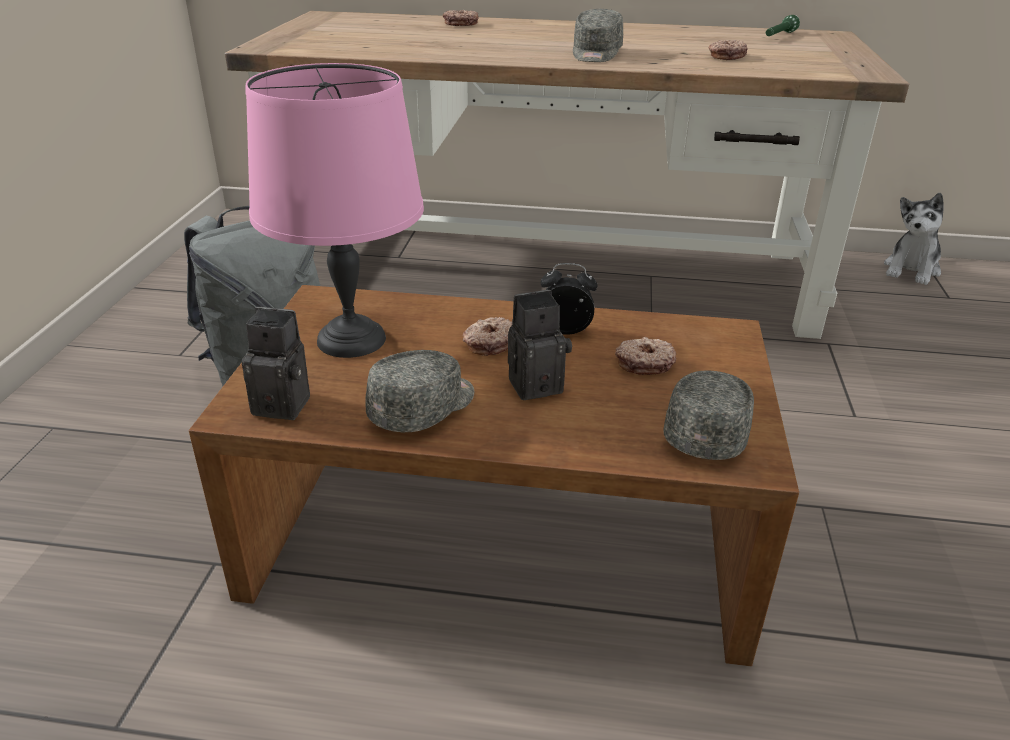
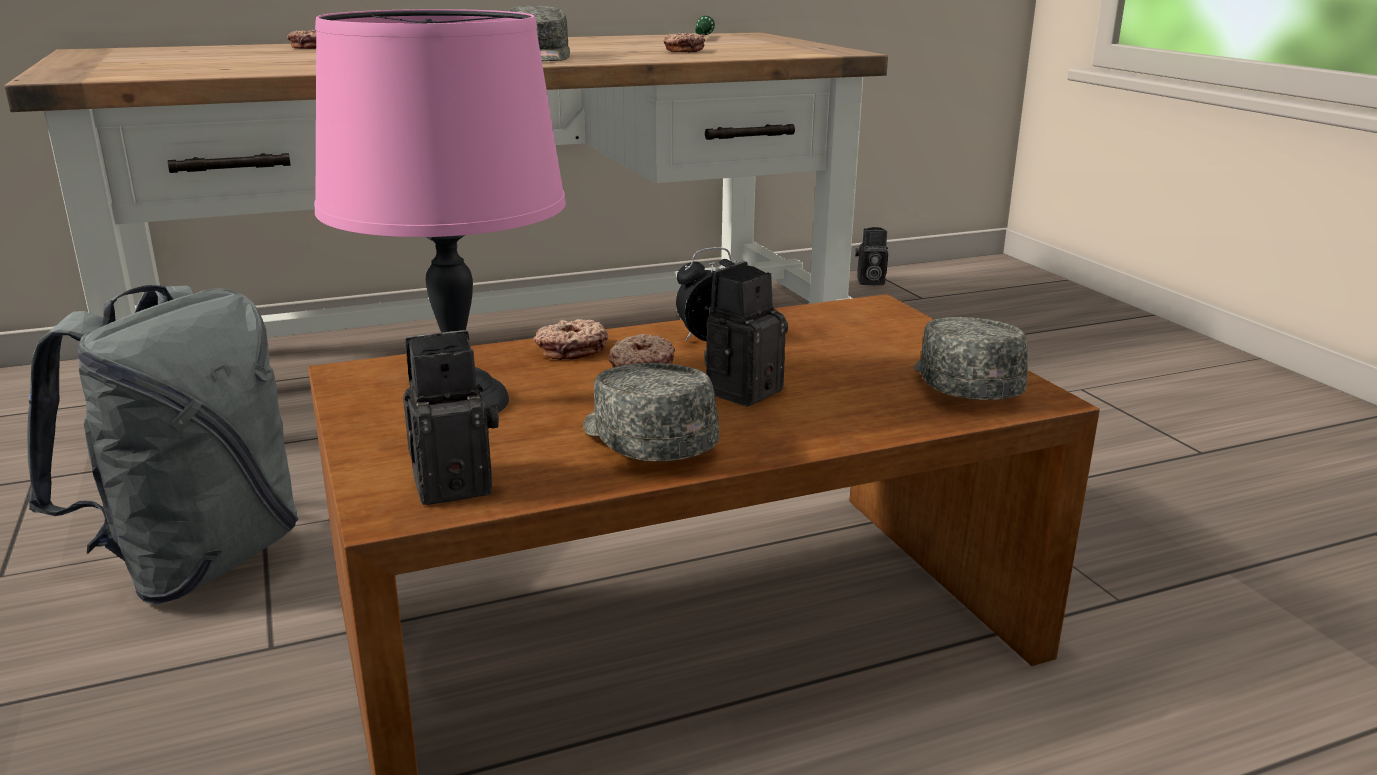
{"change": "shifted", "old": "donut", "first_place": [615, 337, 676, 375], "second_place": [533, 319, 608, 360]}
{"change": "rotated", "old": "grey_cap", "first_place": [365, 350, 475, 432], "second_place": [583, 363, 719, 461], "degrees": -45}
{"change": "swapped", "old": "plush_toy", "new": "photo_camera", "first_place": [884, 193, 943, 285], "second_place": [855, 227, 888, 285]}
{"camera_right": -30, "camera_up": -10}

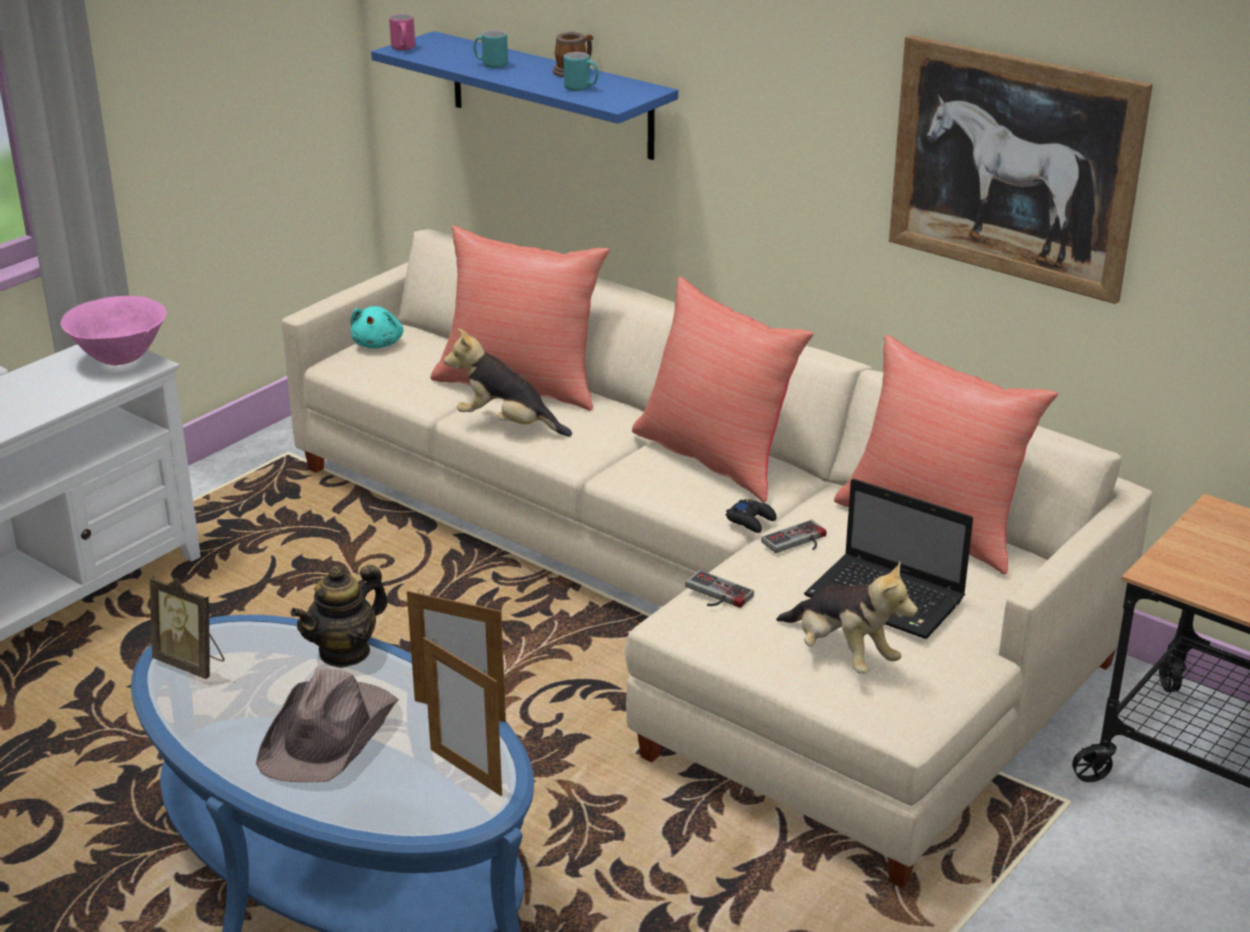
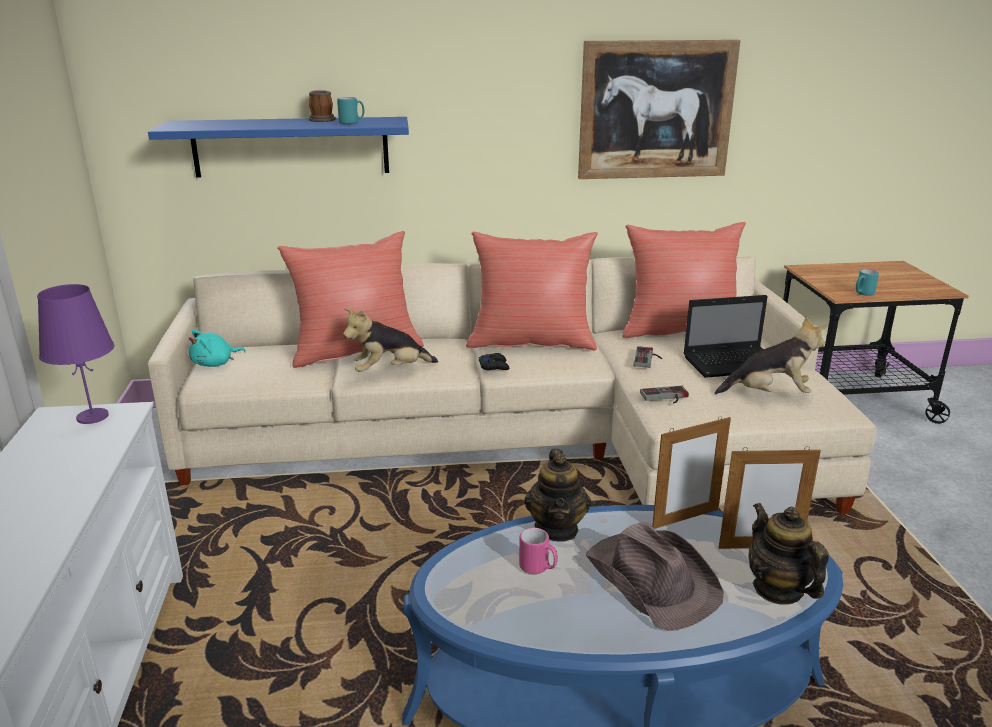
{"change": "swapped", "old": "pink_bowl", "new": "purple_table_lamp", "first_place": [61, 296, 167, 365], "second_place": [37, 284, 114, 424]}
{"change": "rotated", "old": "turquoise_plush_toy", "first_place": [350, 306, 403, 349], "second_place": [189, 330, 246, 367], "degrees": 90}
{"change": "shifted", "old": "black_game_controller", "first_place": [726, 499, 777, 533], "second_place": [479, 353, 509, 370]}
{"change": "shifted", "old": "pink_mug", "first_place": [389, 14, 415, 50], "second_place": [519, 528, 558, 574]}
{"change": "new", "new": "teapot", "second_place": [748, 503, 829, 605]}
{"change": "shifted", "old": "turquoise_mug", "first_place": [473, 31, 508, 68], "second_place": [856, 269, 879, 296]}
{"change": "gone", "old": "picture_frame", "first_place": [150, 576, 224, 679]}
{"camera_right": -45, "camera_up": -5}

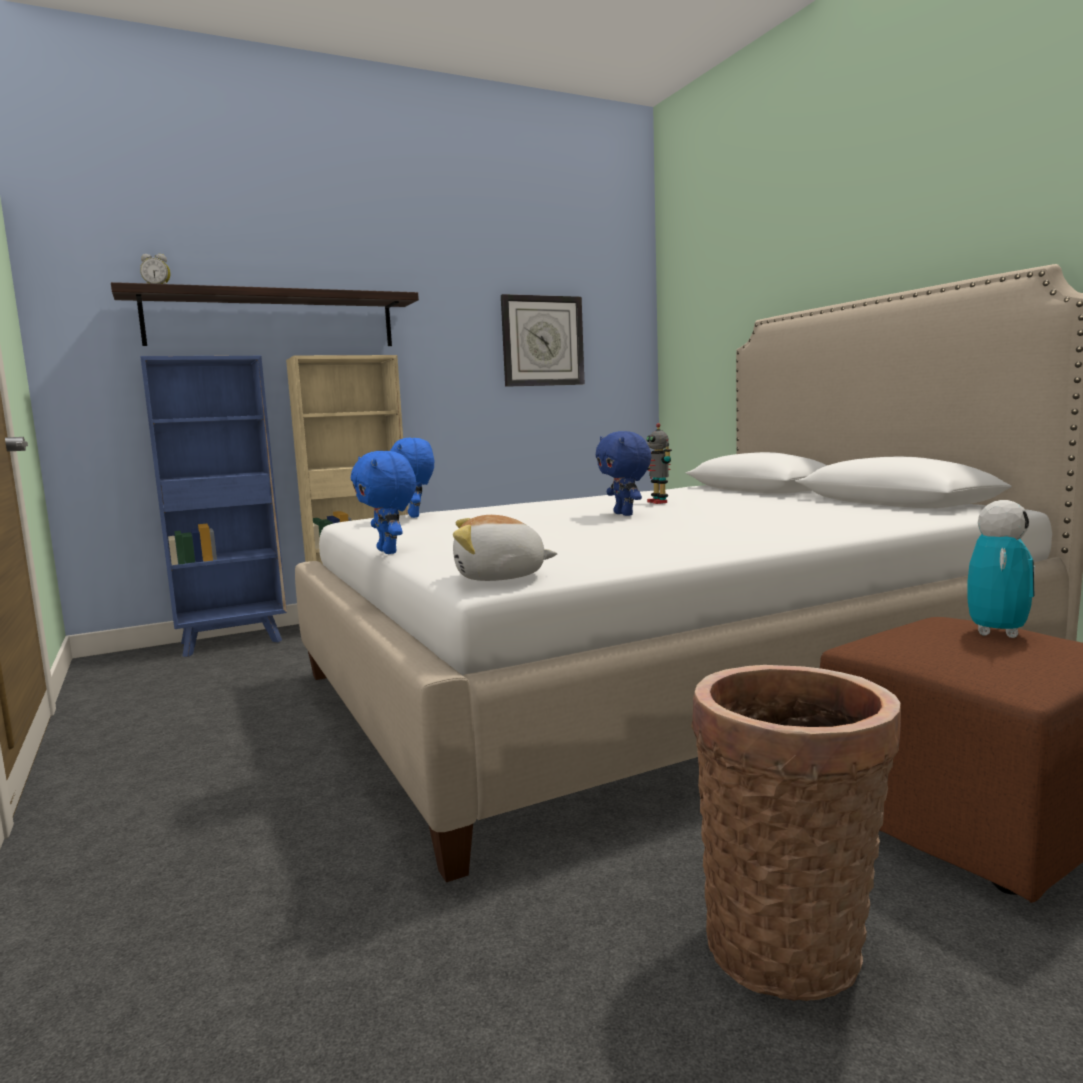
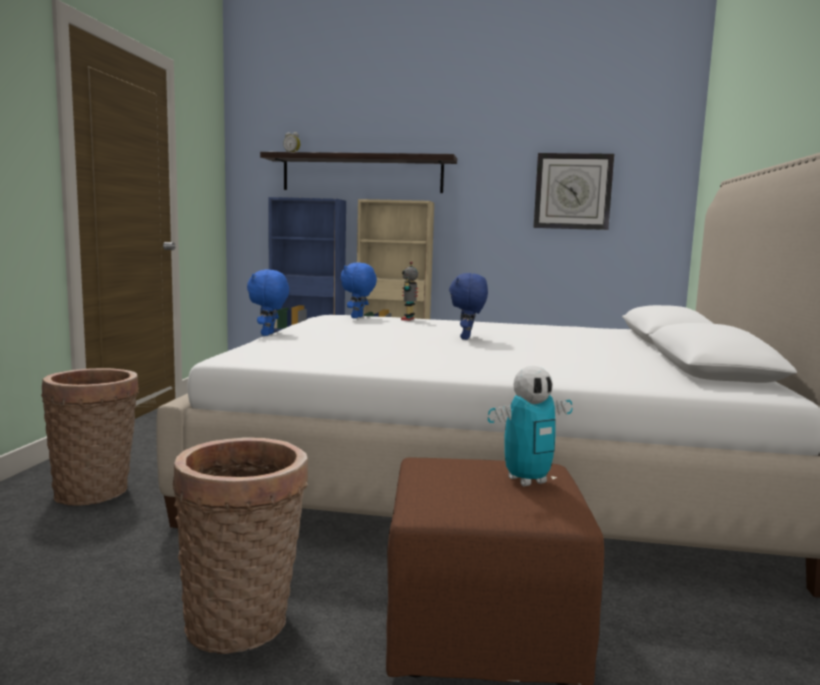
{"change": "new", "new": "basket", "second_place": [41, 368, 139, 506]}
{"change": "shifted", "old": "toy_robot", "first_place": [647, 423, 672, 504], "second_place": [401, 261, 418, 321]}
{"change": "gone", "old": "plush_toy", "first_place": [453, 515, 557, 581]}
{"camera_right": 35, "camera_up": 0}

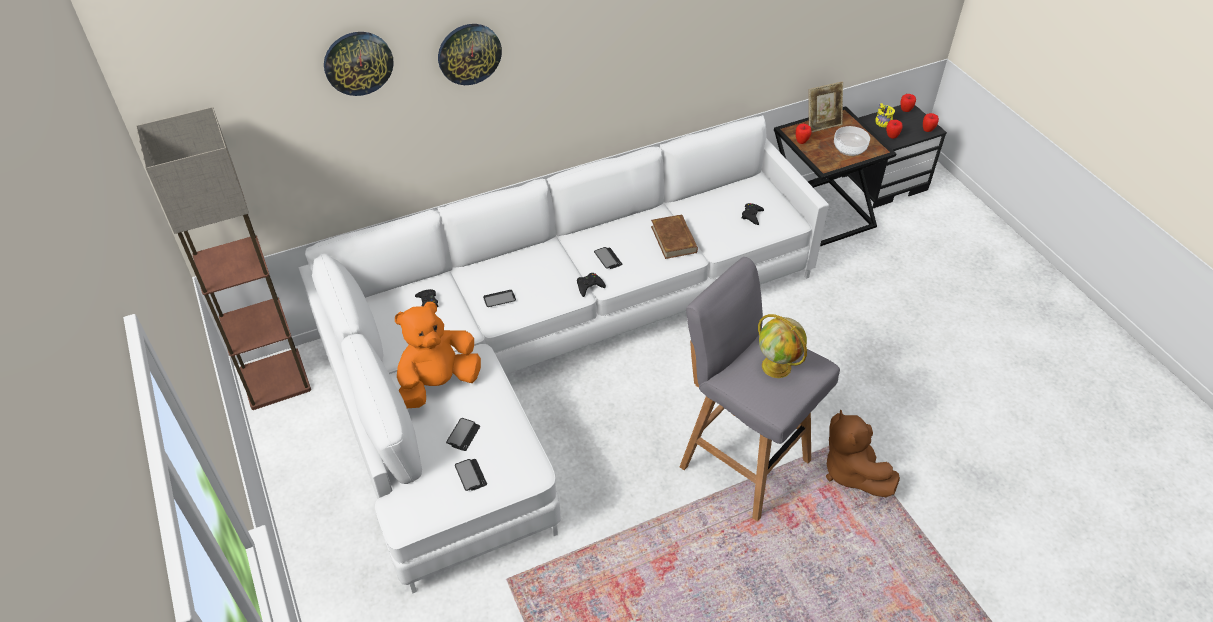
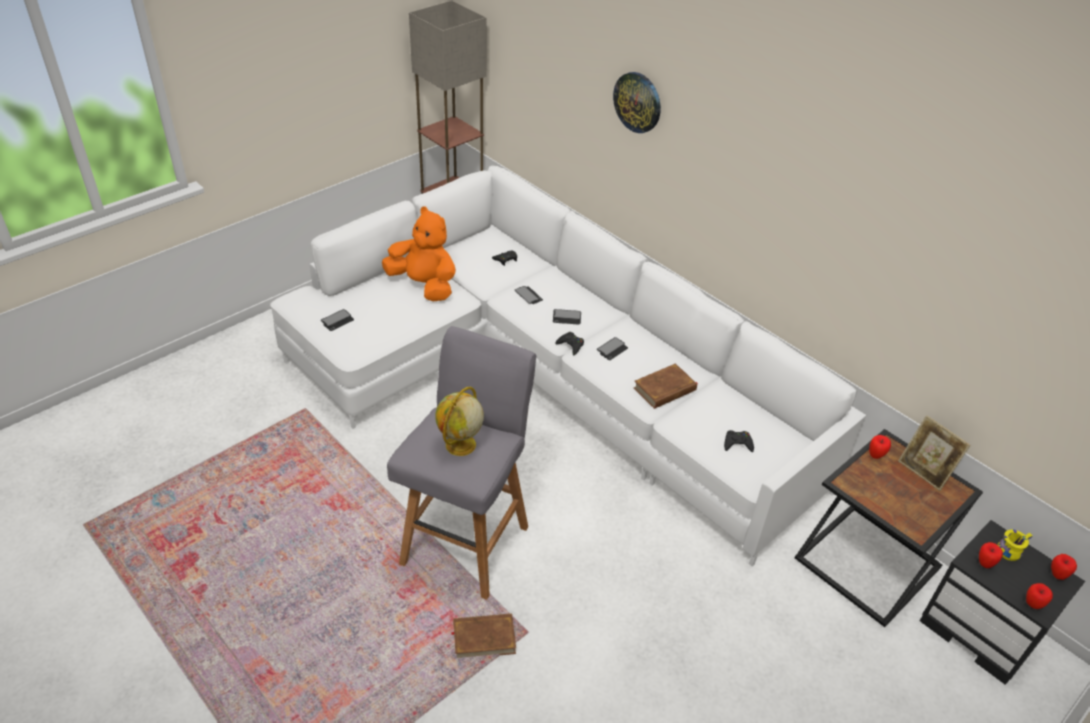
{"change": "swapped", "old": "brown_plush_toy", "new": "brown_book", "first_place": [826, 409, 900, 497], "second_place": [451, 613, 516, 658]}
{"change": "shifted", "old": "phone", "first_place": [446, 418, 480, 451], "second_place": [553, 309, 581, 325]}
{"change": "gone", "old": "wall_clock", "first_place": [324, 32, 394, 96]}
{"change": "gone", "old": "bowl", "first_place": [834, 126, 870, 156]}
{"camera_right": 70, "camera_up": -5}

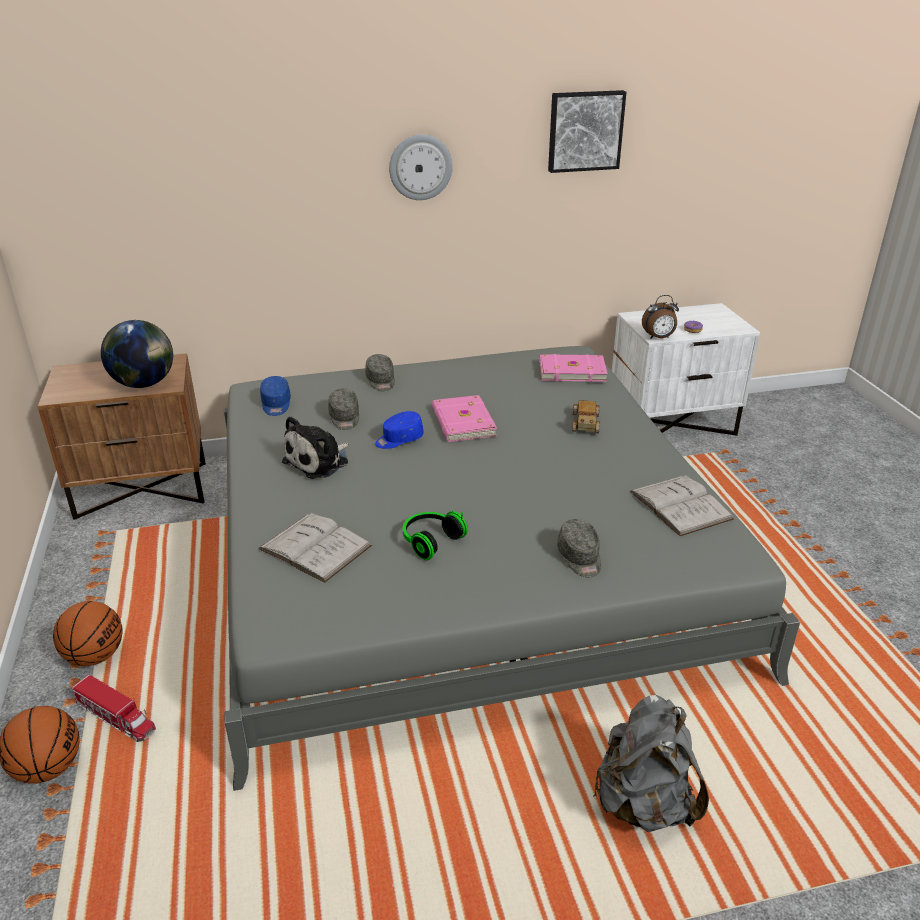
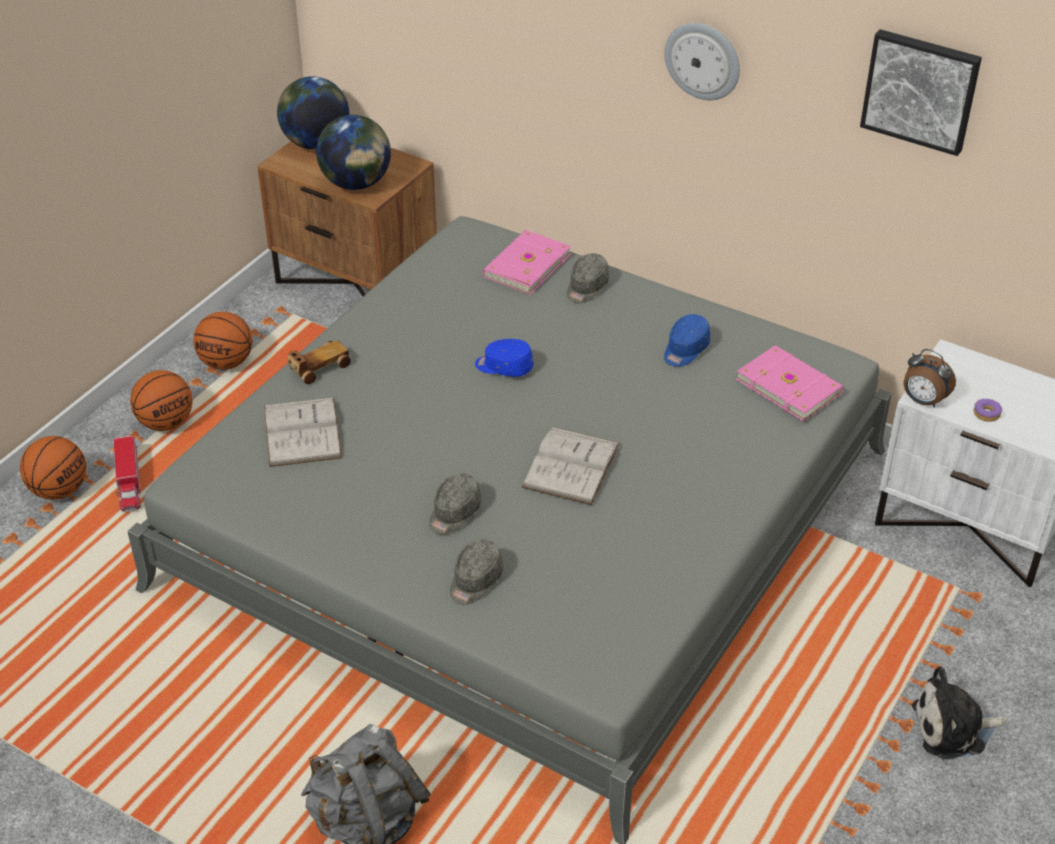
{"change": "new", "new": "basketball", "second_place": [193, 312, 252, 370]}
{"change": "new", "new": "globe", "second_place": [277, 76, 349, 149]}
{"change": "shifted", "old": "toy_car", "first_place": [572, 400, 600, 433], "second_place": [288, 340, 351, 384]}
{"change": "shifted", "old": "grey_cap", "first_place": [328, 389, 359, 430], "second_place": [429, 473, 482, 535]}
{"change": "shifted", "old": "pink_book", "first_place": [432, 395, 497, 442], "second_place": [482, 230, 571, 295]}
{"change": "shifted", "old": "white_book", "first_place": [630, 475, 734, 536], "second_place": [522, 427, 620, 505]}
{"change": "shifted", "old": "blue_cap", "first_place": [260, 376, 291, 416], "second_place": [664, 314, 710, 367]}
{"change": "shifted", "old": "plush_toy", "first_place": [282, 416, 349, 479], "second_place": [912, 666, 1006, 759]}
{"change": "gone", "old": "headphones", "first_place": [403, 511, 468, 560]}
{"camera_right": 45, "camera_up": 10}

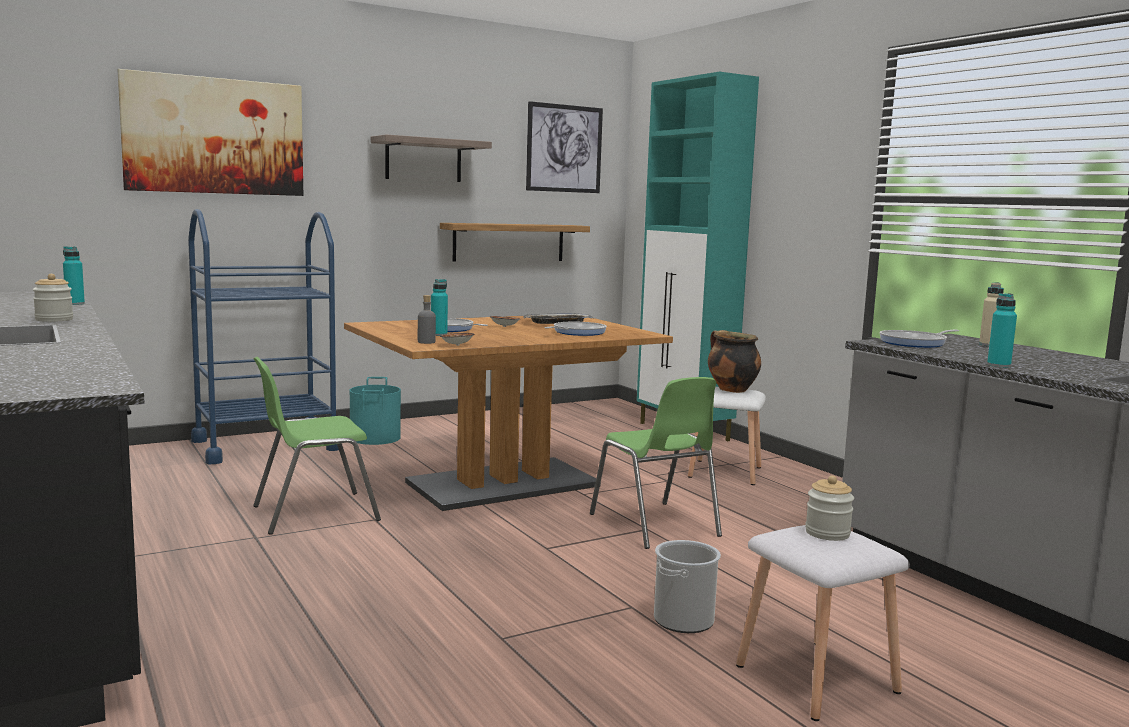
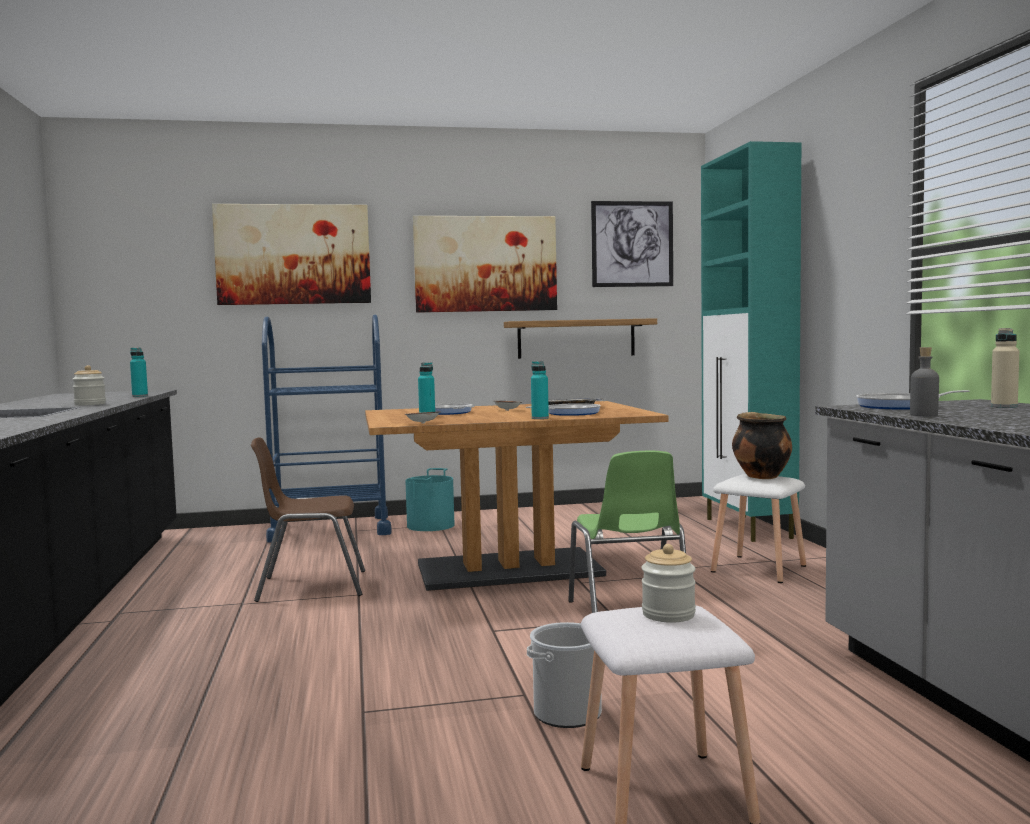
{"change": "repainted", "old": "green_chair", "new": "brown_chair", "first_place": [253, 357, 381, 535], "second_place": [251, 437, 365, 602]}
{"change": "swapped", "old": "shelf", "new": "picture", "first_place": [371, 134, 492, 182], "second_place": [413, 216, 557, 313]}
{"change": "shifted", "old": "turquoise_bottle", "first_place": [987, 293, 1017, 368], "second_place": [531, 361, 549, 419]}
{"change": "shifted", "old": "grey_bottle", "first_place": [418, 295, 436, 344], "second_place": [910, 347, 939, 416]}
{"camera_right": 20, "camera_up": -5}

